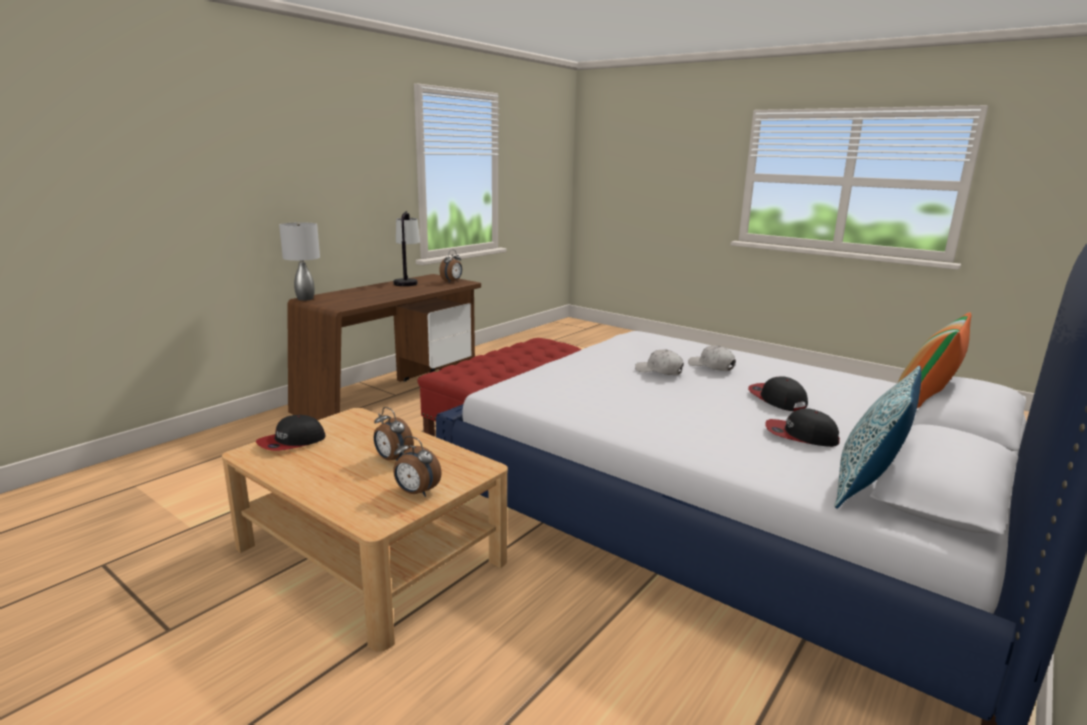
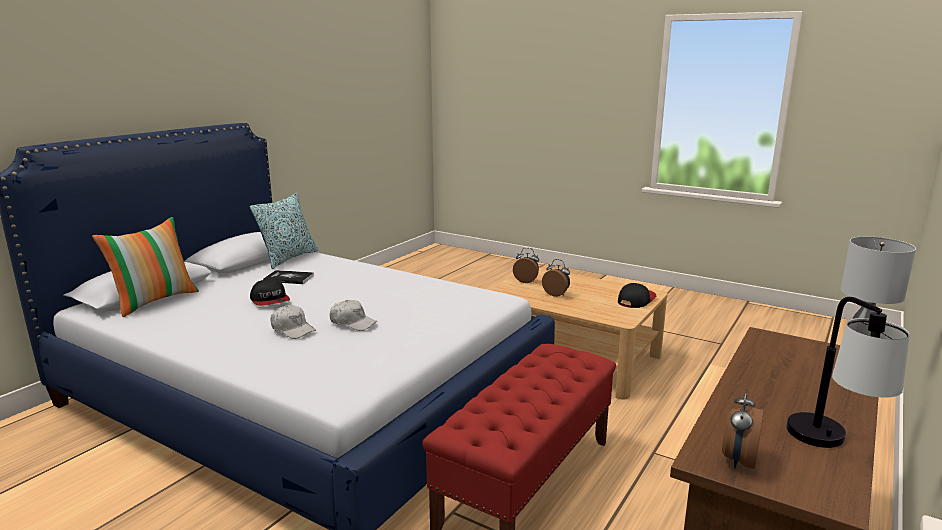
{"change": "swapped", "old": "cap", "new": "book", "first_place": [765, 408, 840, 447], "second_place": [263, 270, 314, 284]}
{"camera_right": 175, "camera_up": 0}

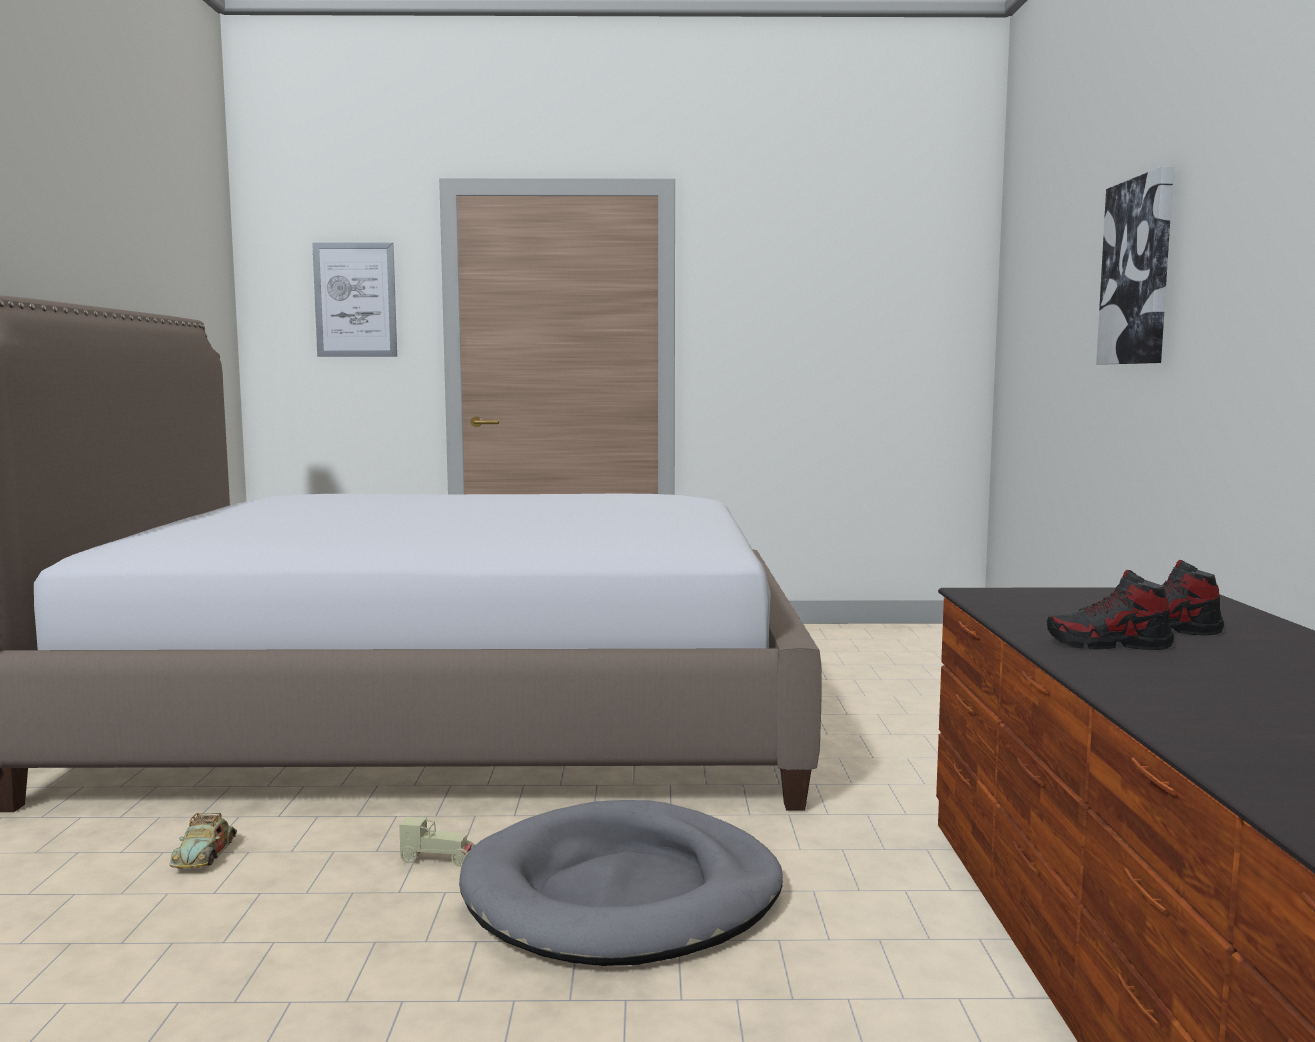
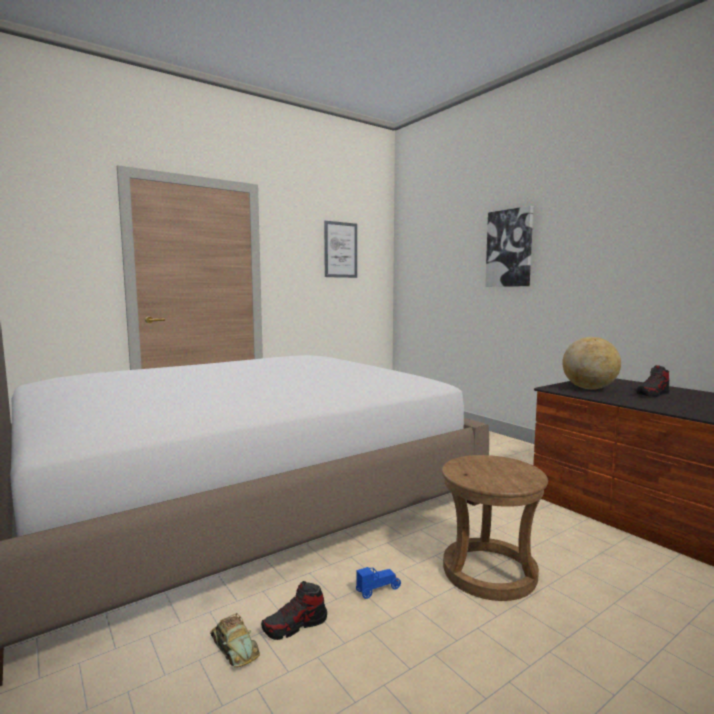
{"change": "shifted", "old": "shoe", "first_place": [1047, 570, 1174, 650], "second_place": [261, 581, 327, 640]}
{"change": "shifted", "old": "picture", "first_place": [312, 242, 397, 357], "second_place": [324, 221, 357, 278]}
{"change": "repainted", "old": "beige_toy_car", "new": "blue_toy_car", "first_place": [399, 817, 475, 867], "second_place": [356, 567, 401, 599]}
{"change": "swapped", "old": "grey_dog_bed", "new": "brown_stool", "first_place": [459, 800, 783, 966], "second_place": [442, 455, 548, 601]}
{"change": "new", "new": "globe", "second_place": [562, 337, 621, 390]}
{"camera_right": -35, "camera_up": 0}

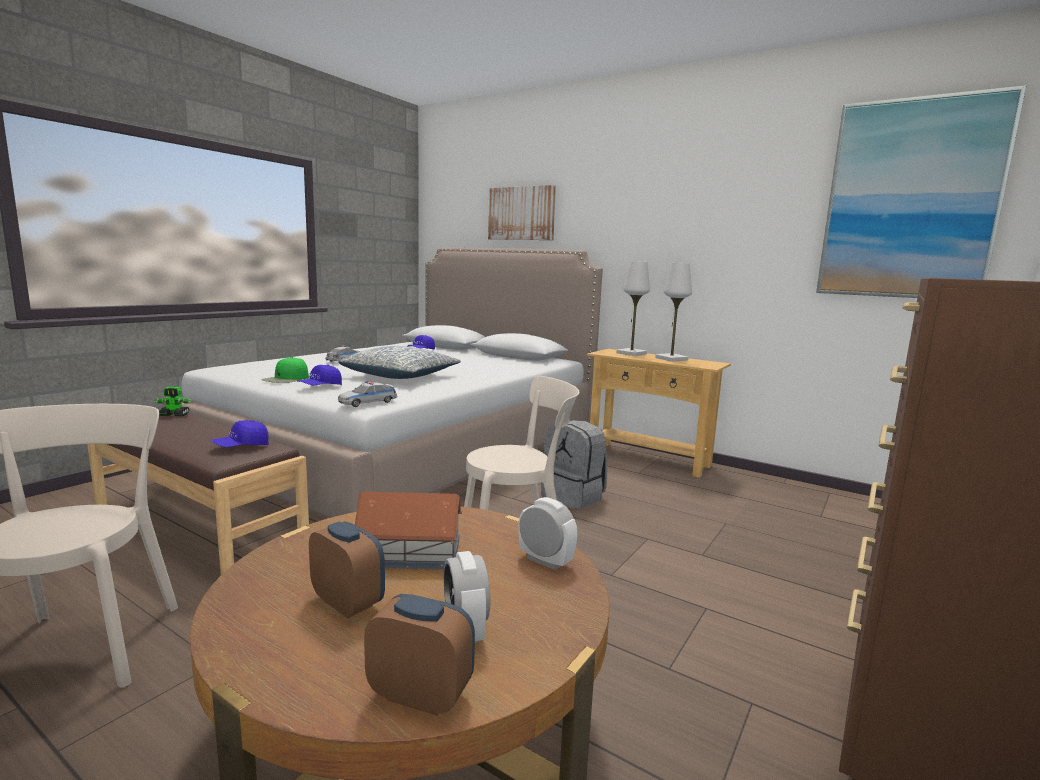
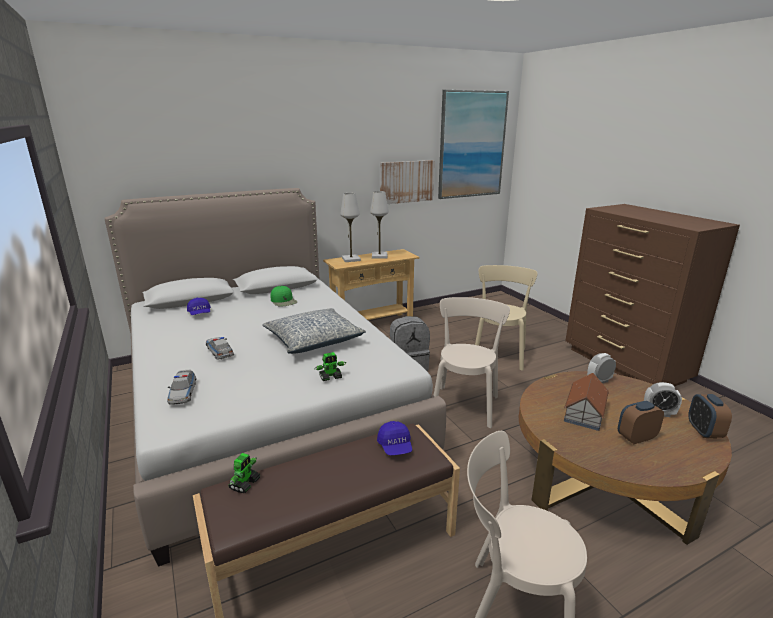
{"change": "shifted", "old": "toy_car", "first_place": [338, 381, 397, 407], "second_place": [167, 370, 196, 405]}
{"change": "shifted", "old": "green_cap", "first_place": [262, 357, 309, 383], "second_place": [271, 286, 297, 307]}
{"change": "swapped", "old": "blue_cap", "new": "toy_robot", "first_place": [297, 365, 342, 385], "second_place": [315, 352, 346, 381]}
{"change": "shifted", "old": "picture", "first_place": [488, 185, 556, 240], "second_place": [380, 160, 434, 204]}
{"change": "new", "new": "beige_chair", "second_place": [475, 265, 537, 371]}
{"change": "rotated", "old": "alarm_clock", "first_place": [364, 594, 475, 715], "second_place": [688, 394, 732, 438], "degrees": -45}
{"camera_right": -60, "camera_up": 10}

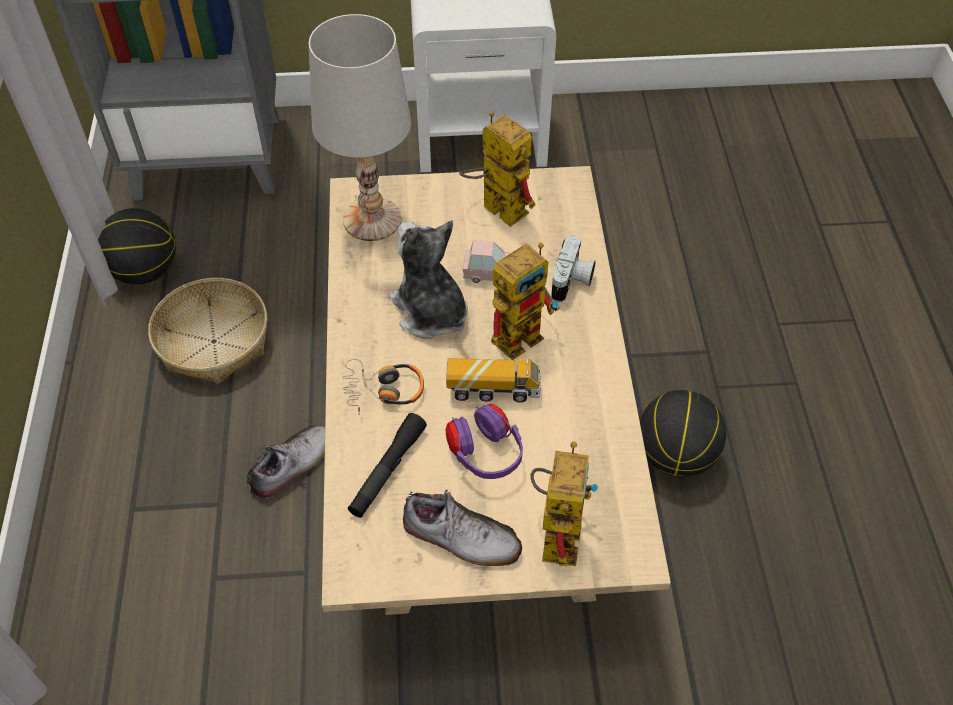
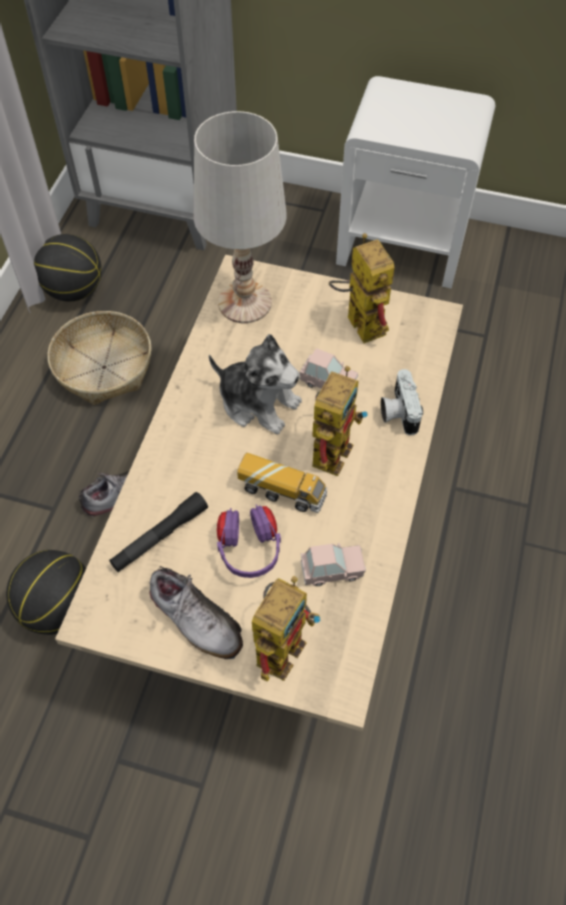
{"change": "shifted", "old": "basketball", "first_place": [640, 390, 726, 477], "second_place": [6, 550, 86, 635]}
{"change": "rotated", "old": "plush_toy", "first_place": [388, 220, 468, 339], "second_place": [209, 334, 302, 435], "degrees": 135}
{"change": "new", "new": "pink_toy_car", "second_place": [301, 543, 366, 586]}
{"change": "rotated", "old": "toy_robot", "first_place": [491, 242, 560, 360], "second_place": [312, 366, 367, 476], "degrees": -45}
{"change": "rotated", "old": "photo_camera", "first_place": [551, 235, 596, 303], "second_place": [381, 369, 423, 435], "degrees": 135}
{"change": "gone", "old": "headphones", "first_place": [342, 359, 424, 415]}
{"camera_right": 20, "camera_up": 5}

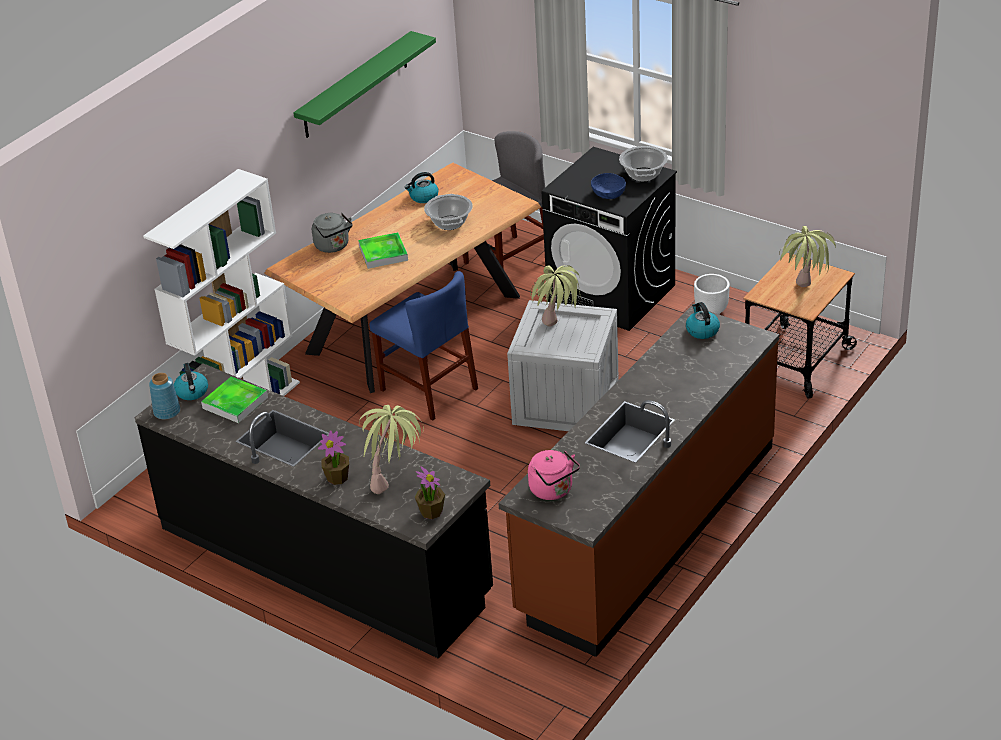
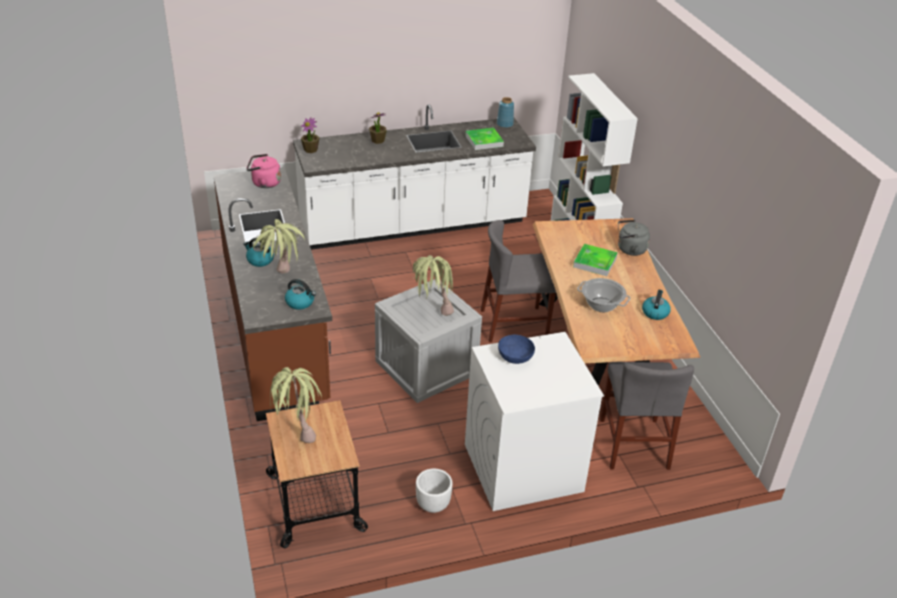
{"change": "shifted", "old": "kettle", "first_place": [174, 363, 208, 400], "second_place": [243, 238, 274, 267]}
{"change": "shifted", "old": "potted_plant", "first_place": [359, 405, 424, 494], "second_place": [253, 219, 305, 274]}
{"change": "repainted", "old": "black_counter", "new": "white_counter", "first_place": [134, 364, 493, 659], "second_place": [293, 104, 536, 250]}
{"change": "repainted", "old": "black_washing_machine", "new": "white_washing_machine", "first_place": [542, 147, 677, 331], "second_place": [465, 332, 604, 511]}
{"change": "repainted", "old": "blue_chair", "new": "grey_chair", "first_place": [369, 271, 478, 420], "second_place": [481, 220, 556, 342]}
{"change": "gone", "old": "green_shelf", "first_place": [293, 31, 436, 138]}
{"change": "gone", "old": "cooking_pot", "first_place": [619, 146, 668, 182]}
{"camera_right": 125, "camera_up": 0}

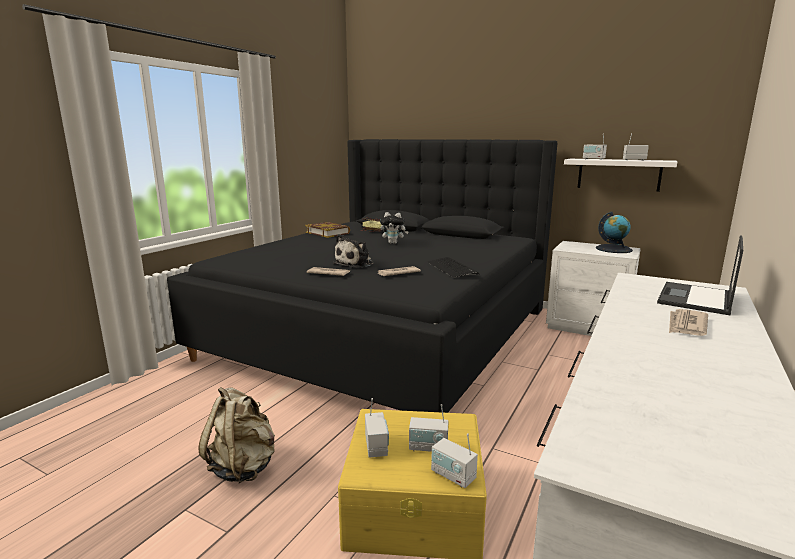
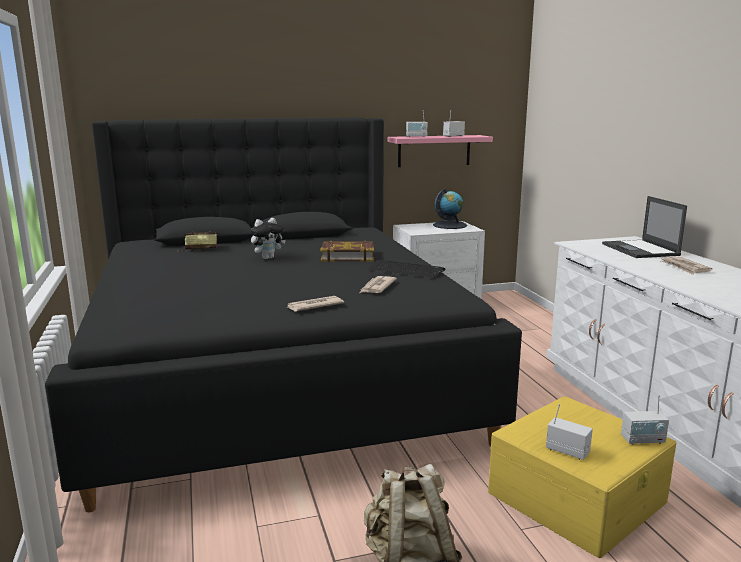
{"change": "shifted", "old": "book", "first_place": [305, 222, 350, 238], "second_place": [320, 241, 374, 262]}
{"change": "repainted", "old": "white_shelf", "new": "pink_shelf", "first_place": [564, 159, 677, 192], "second_place": [388, 135, 493, 167]}
{"change": "gone", "old": "plush_toy", "first_place": [333, 234, 374, 268]}
{"change": "gone", "old": "radio", "first_place": [409, 404, 448, 452]}
{"camera_right": -45, "camera_up": 0}

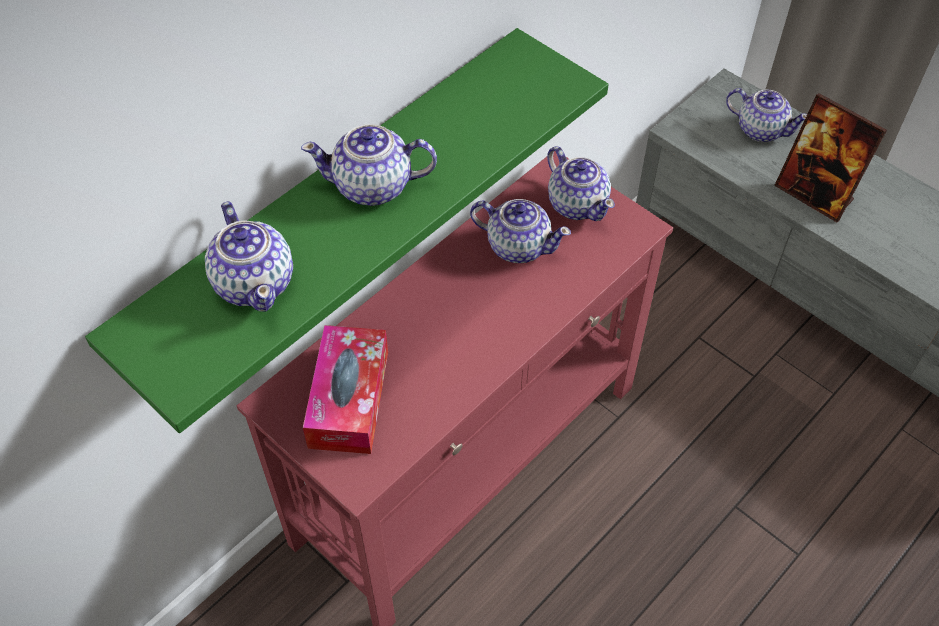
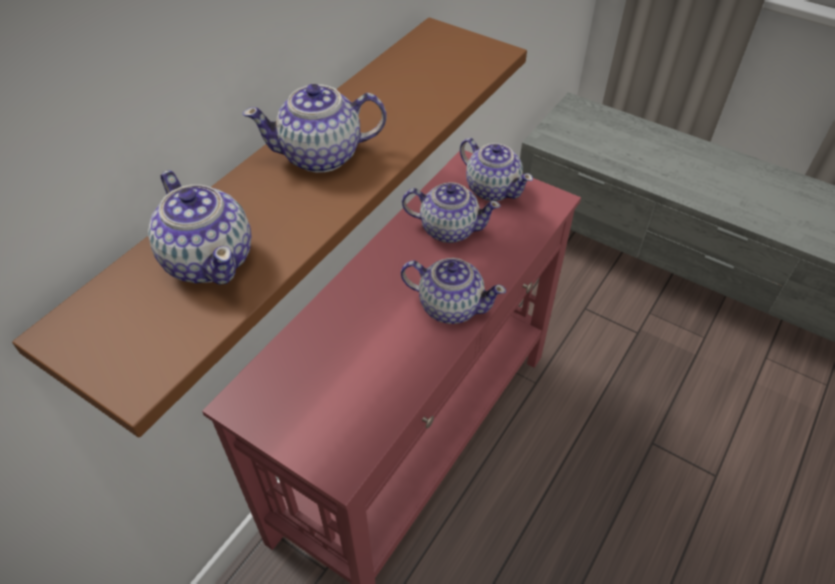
{"change": "repainted", "old": "green_shelf", "new": "brown_shelf", "first_place": [85, 28, 609, 433], "second_place": [12, 17, 527, 438]}
{"change": "shifted", "old": "teapot", "first_place": [726, 88, 807, 142], "second_place": [401, 258, 506, 324]}
{"change": "gone", "old": "tissue_box", "first_place": [303, 325, 388, 454]}
{"change": "gone", "old": "picture_frame", "first_place": [774, 93, 887, 222]}
{"camera_right": -10, "camera_up": -5}

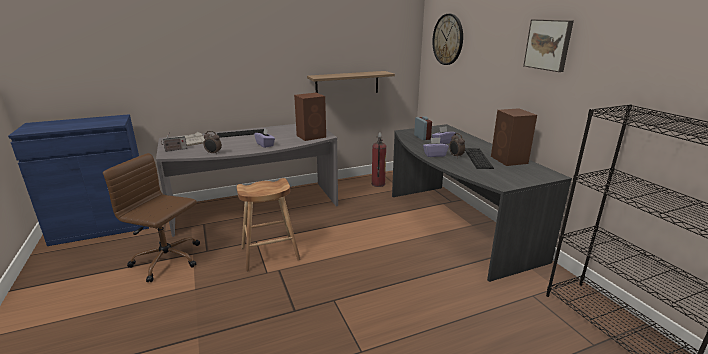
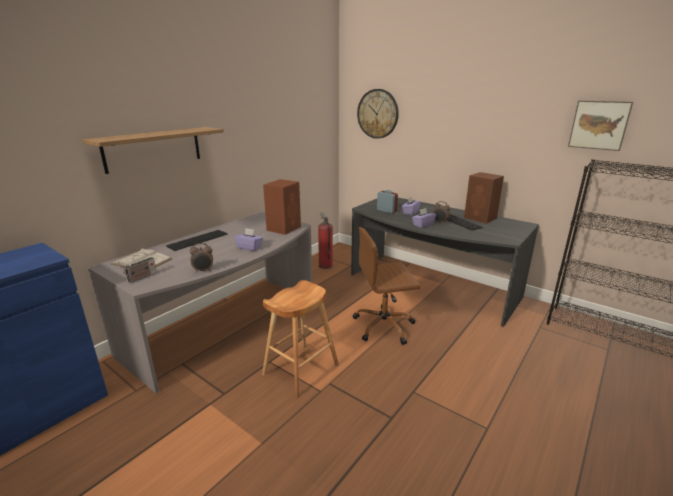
{"change": "shifted", "old": "shelf", "first_place": [307, 71, 395, 93], "second_place": [83, 127, 224, 174]}
{"change": "shifted", "old": "brown_office_chair", "first_place": [103, 153, 200, 282], "second_place": [353, 227, 420, 345]}
{"change": "shifted", "old": "picture", "first_place": [523, 19, 574, 72], "second_place": [568, 101, 633, 151]}
{"camera_right": -30, "camera_up": 0}

